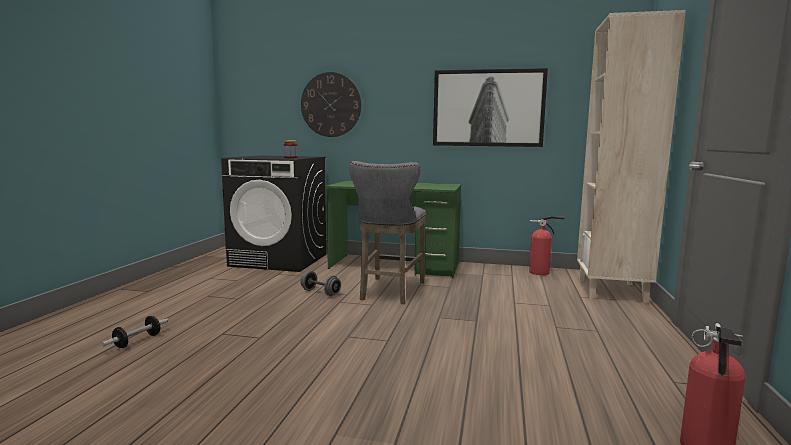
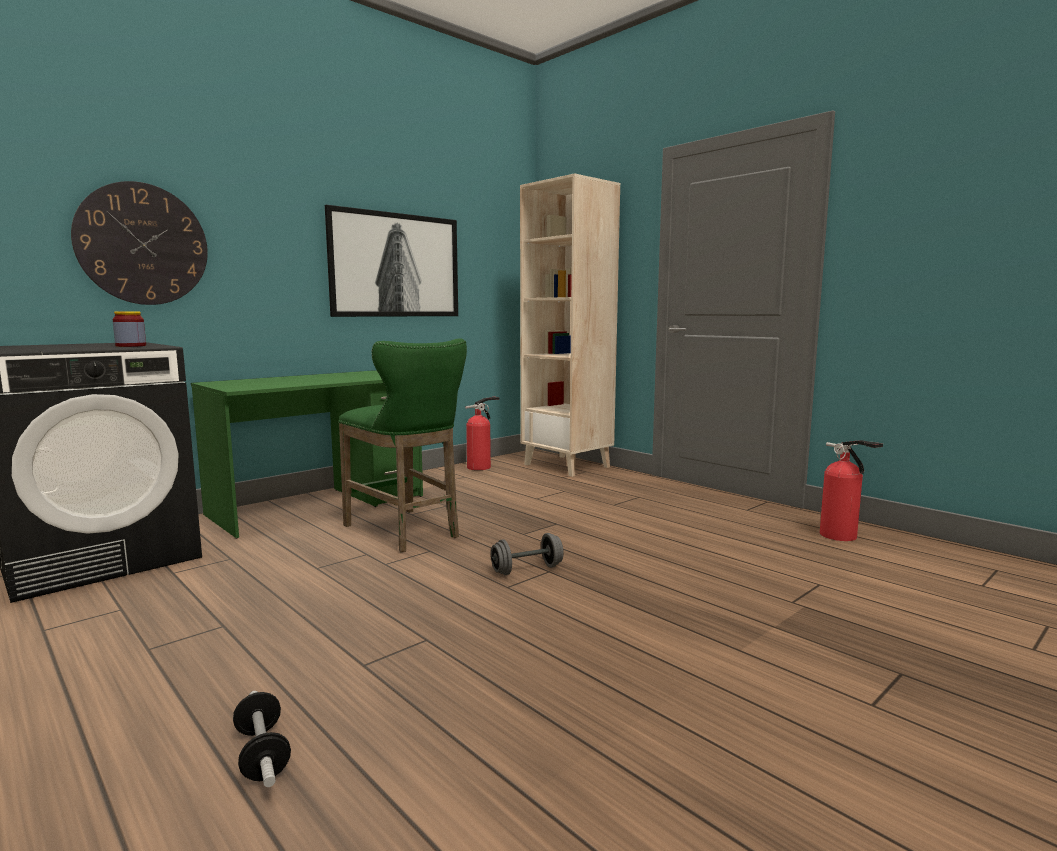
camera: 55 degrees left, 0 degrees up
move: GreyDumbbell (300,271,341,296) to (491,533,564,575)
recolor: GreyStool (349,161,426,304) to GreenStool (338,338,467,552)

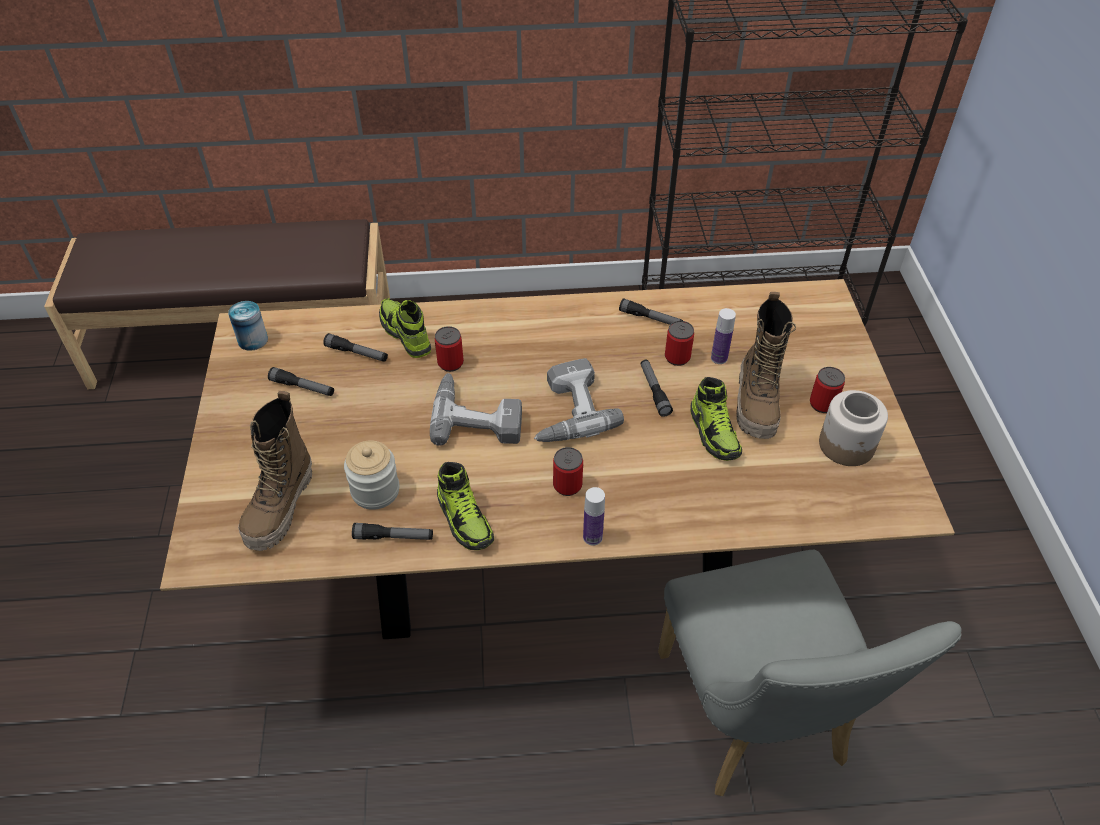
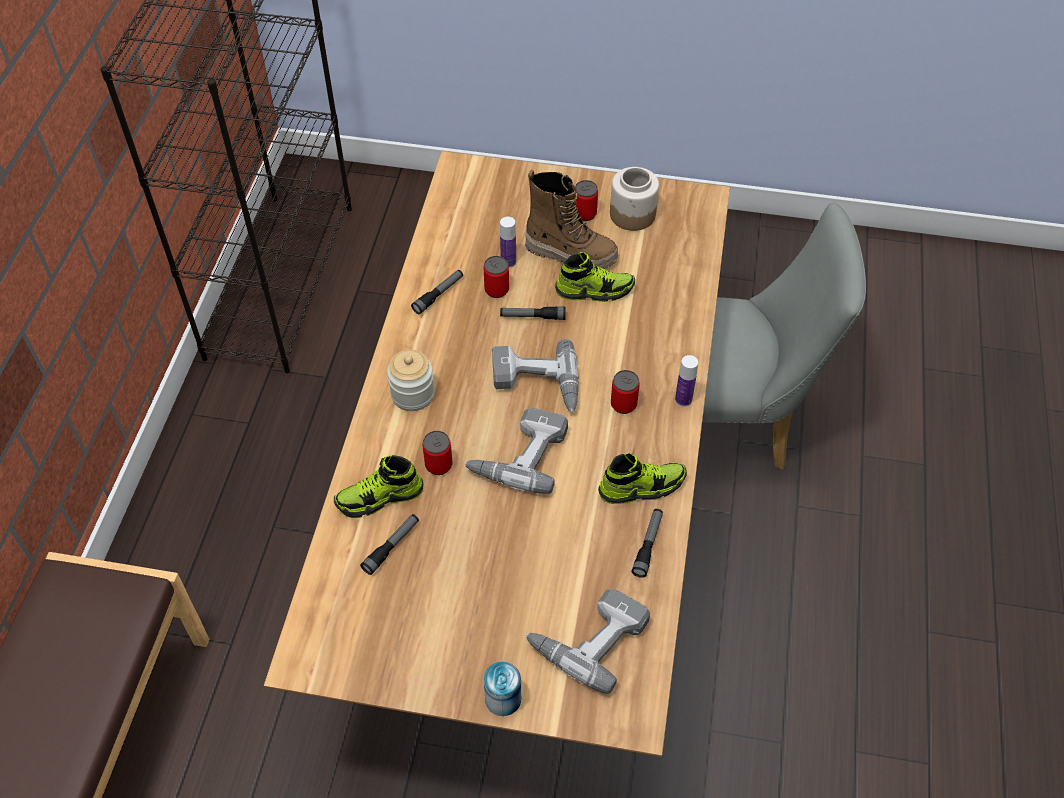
camera: 75 degrees left, 5 degrees up
delete: Flashlight (268,367,334,396)
move: Can (228,301,268,351) to (484,661,521,716); Jar (344,440,400,510) to (387,350,435,411)
replace: Boot (238,391,312,551) to PowerDrill (526,589,650,694)

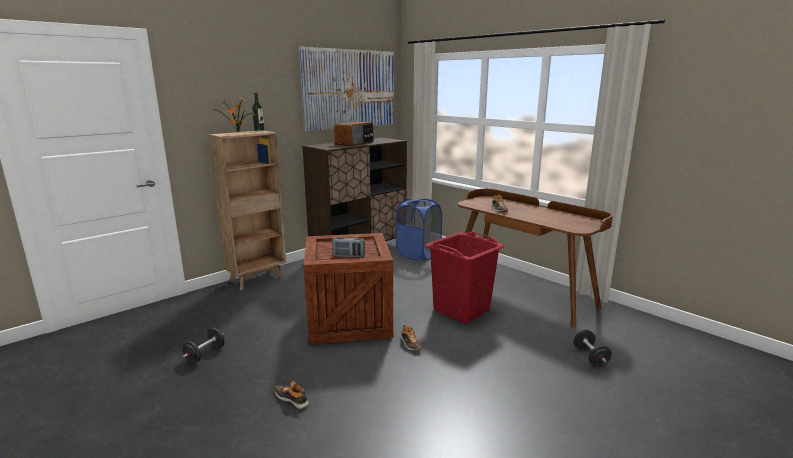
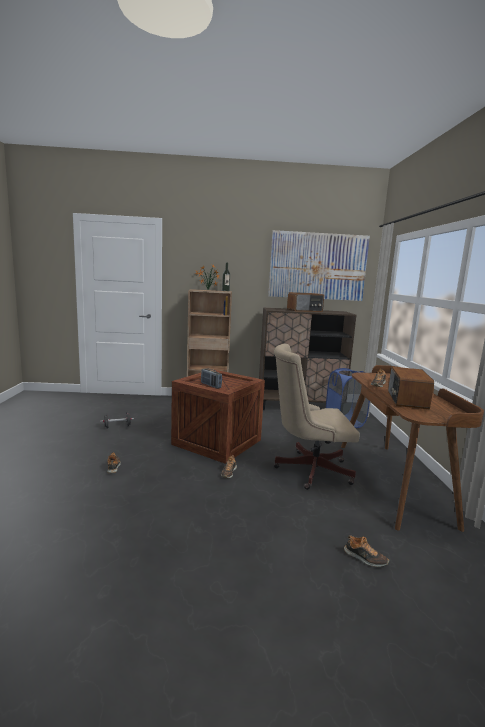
camera: 40 degrees right, 5 degrees down
insert: Radio (388,367,434,409)
replace: RedLaundryBasket (426,232,504,323) to BeigeOfficeChair (274,344,359,490); BlackDumbbell (574,330,612,367) to Shoe (344,535,389,567)

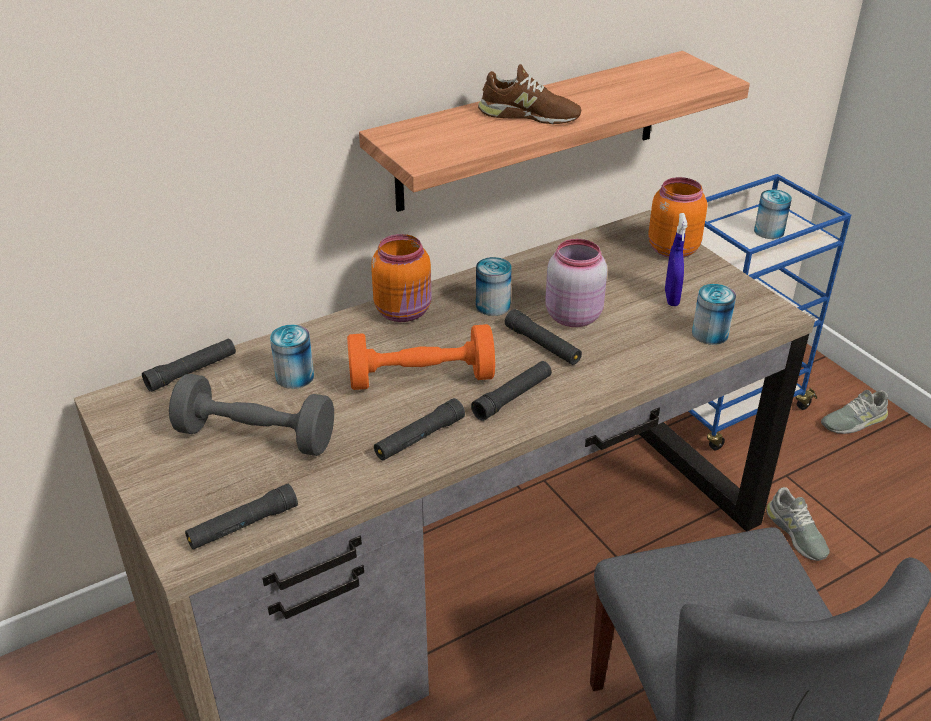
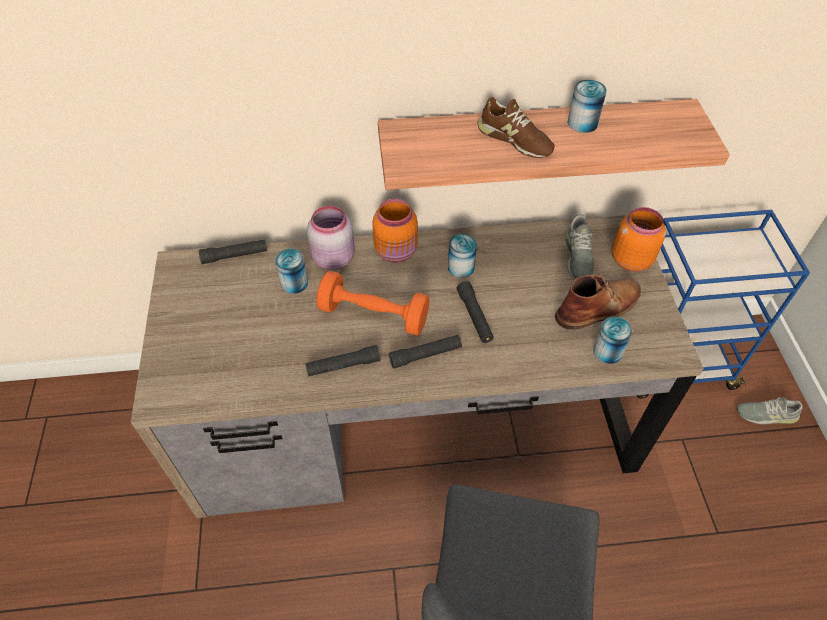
camera: 25 degrees right, 15 degrees up
delete: GreyDumbbell (169,374,334,456); BlackFlashlight (185,483,298,550)
move: PinkJar (545,239,607,327) to (307,206,355,270); Can (754,189,792,239) to (567,80,607,133); GreyShoe (766,487,830,561) to (565,214,594,279)
replace: BlueSprayBottle (665,213,687,306) to BrownBoot (555,273,641,330)

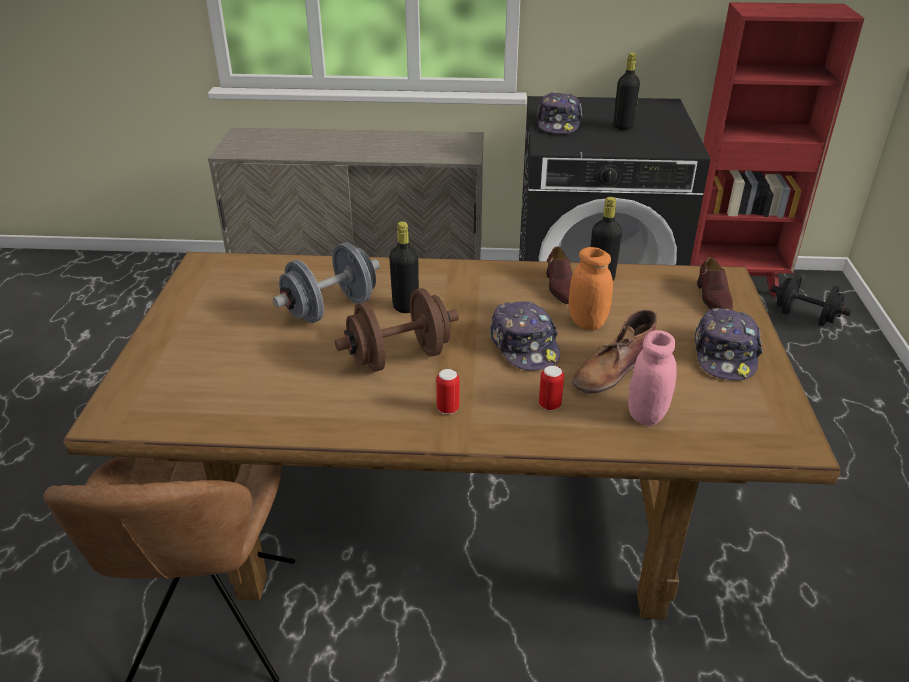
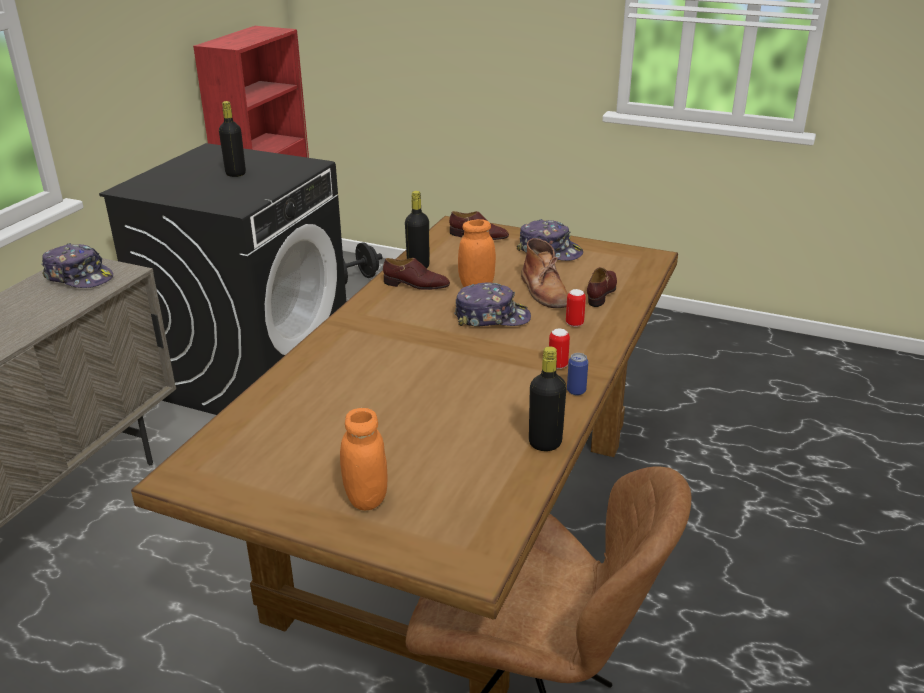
camera: 70 degrees left, 5 degrees down
delete: GreyDumbbell (273,243,380,323); BrownDumbbell (335,288,459,372)
insert: OrangeJar (340,408,388,511); Can (567,353,588,396)
move: BlackBottle (389,221,419,313) to (529,346,567,451); Cap (537,92,583,134) to (41,243,113,288)
replace: PinkJar (628,330,677,426) to BrownShoe (587,267,617,307)

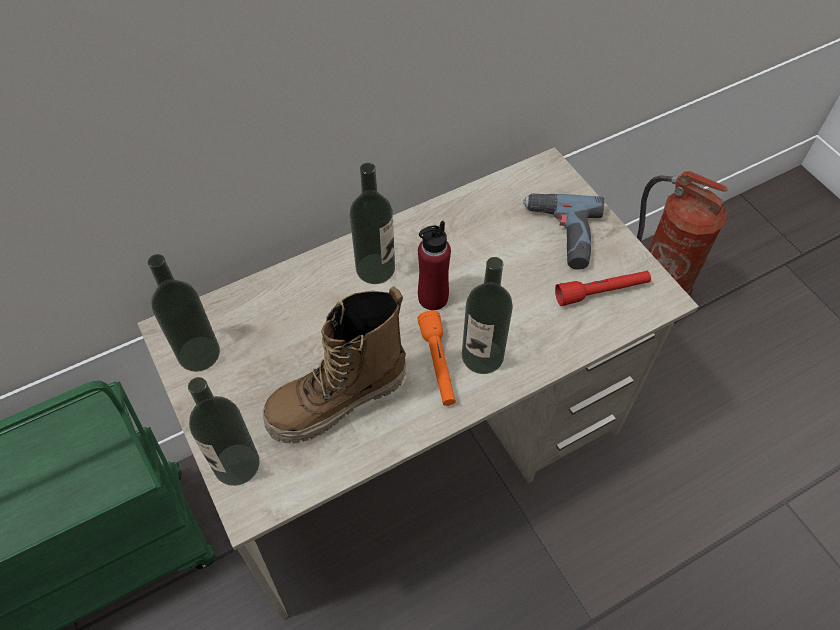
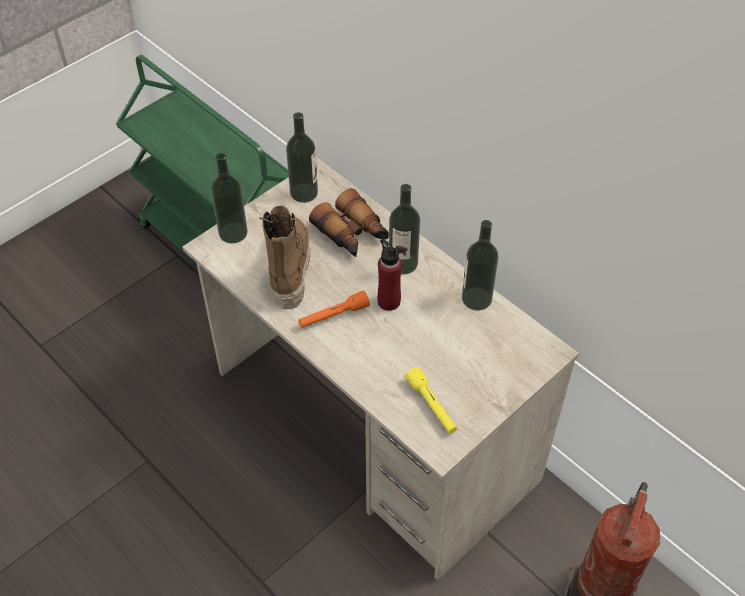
camera: 75 degrees right, 5 degrees down
delete: PowerDrill (523,194,604,270)
insert: Binoculars (309,188,389,257)
move: Bottle (462,257,513,374) to (462,220,498,311)
recolor: RedFlashlight (555,271,651,306) to YellowFlashlight (405,367,457,434)
rotate: Boot (263,286,406,444) = (259,206,310,309) 45 degrees clockwise

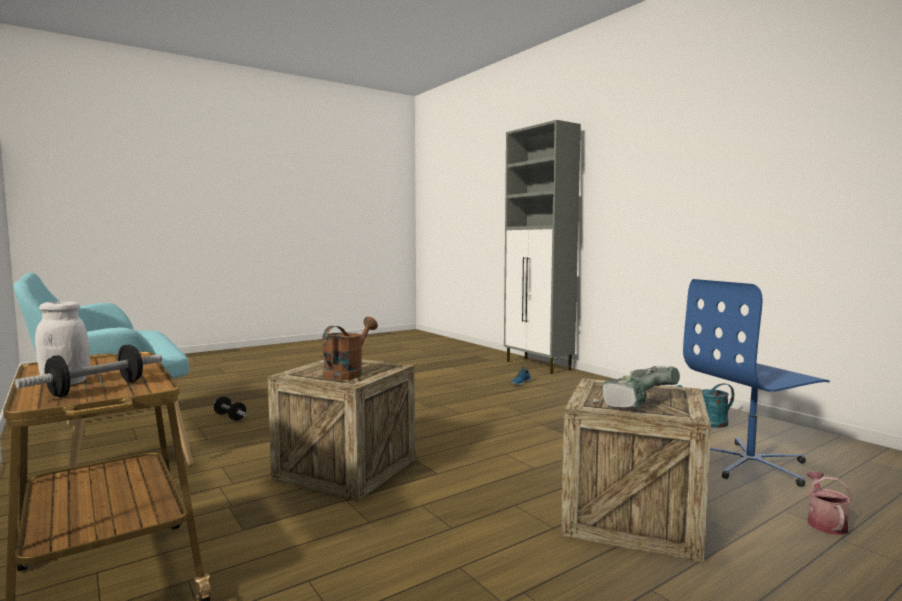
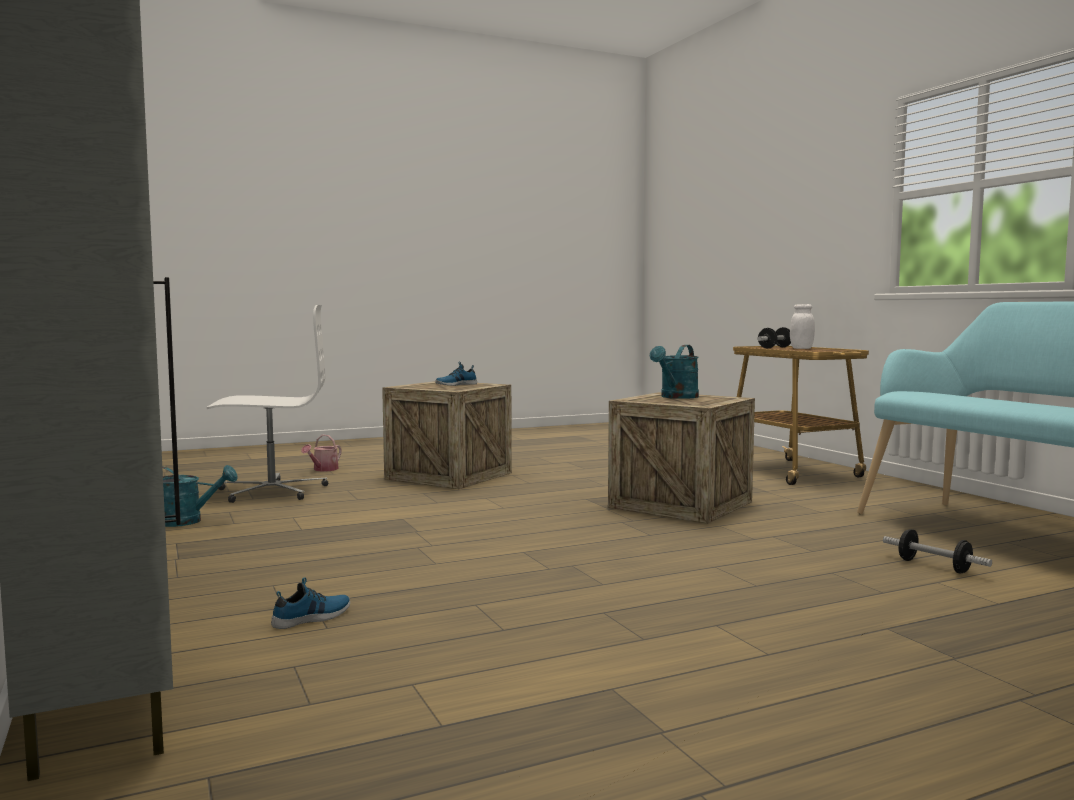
camera: 170 degrees left, 0 degrees up
replace: PowerDrill (593,366,680,407) to Shoe (435,362,477,386)
recolor: BrownWateringCan (322,317,378,380) to TurquoiseWateringCan (650,345,699,399); BlueOfficeChair (683,279,830,487) to WhiteOfficeChair (207,305,328,503)

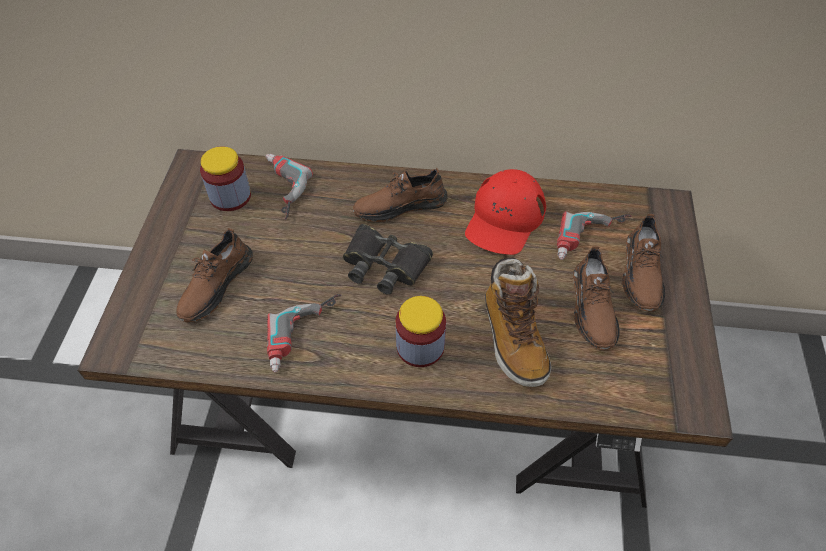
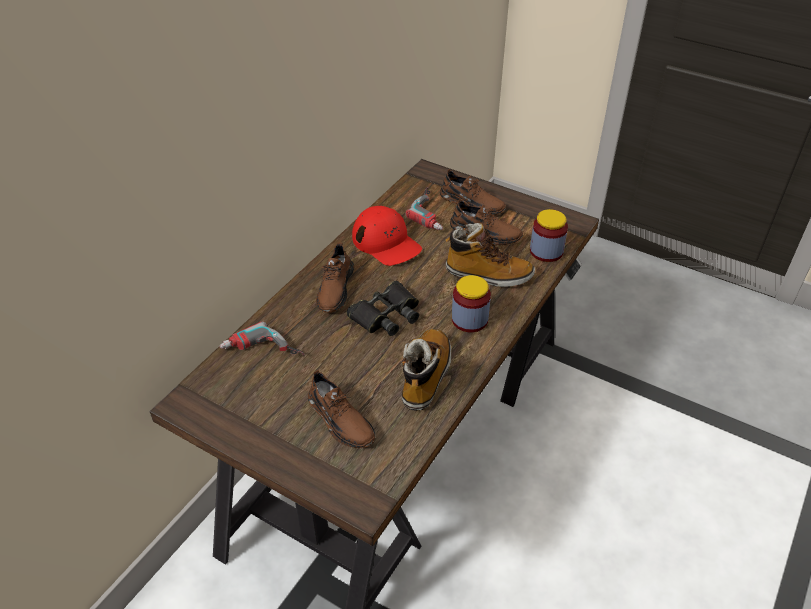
camera: 65 degrees left, 10 degrees down
move: Jar (200,146,251,211) to (530,209,568,262)
replace: PowerDrill (267,294,342,373) to Boot (402,329,451,411)

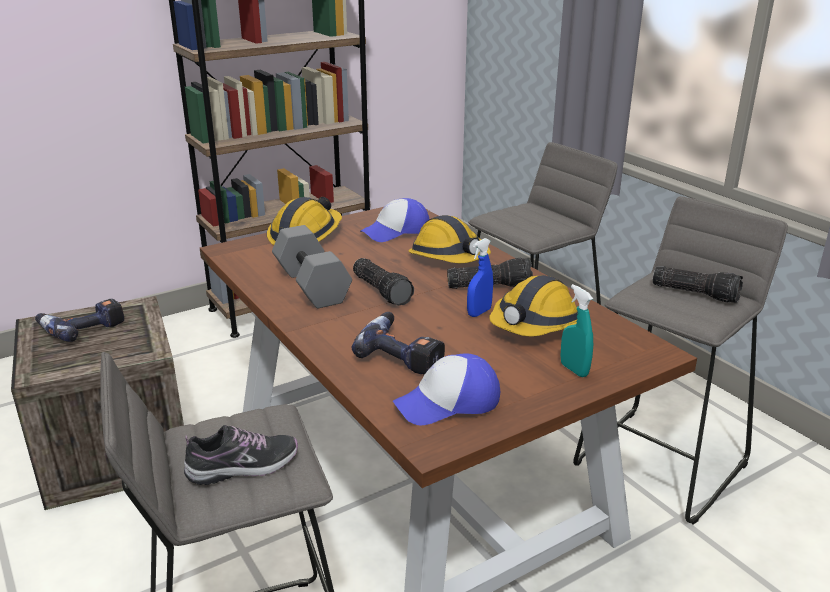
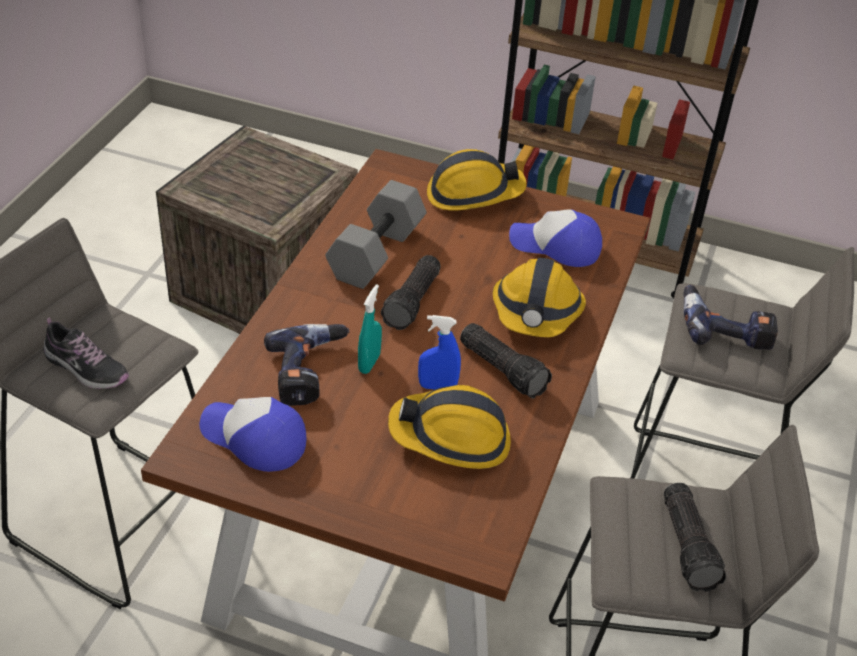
camera: 50 degrees right, 15 degrees up
move: PowerDrill (35,299,124,342) to (684,285,778,350); TurquoiseSprayBottle (561,284,593,377) to (358,284,382,374)

